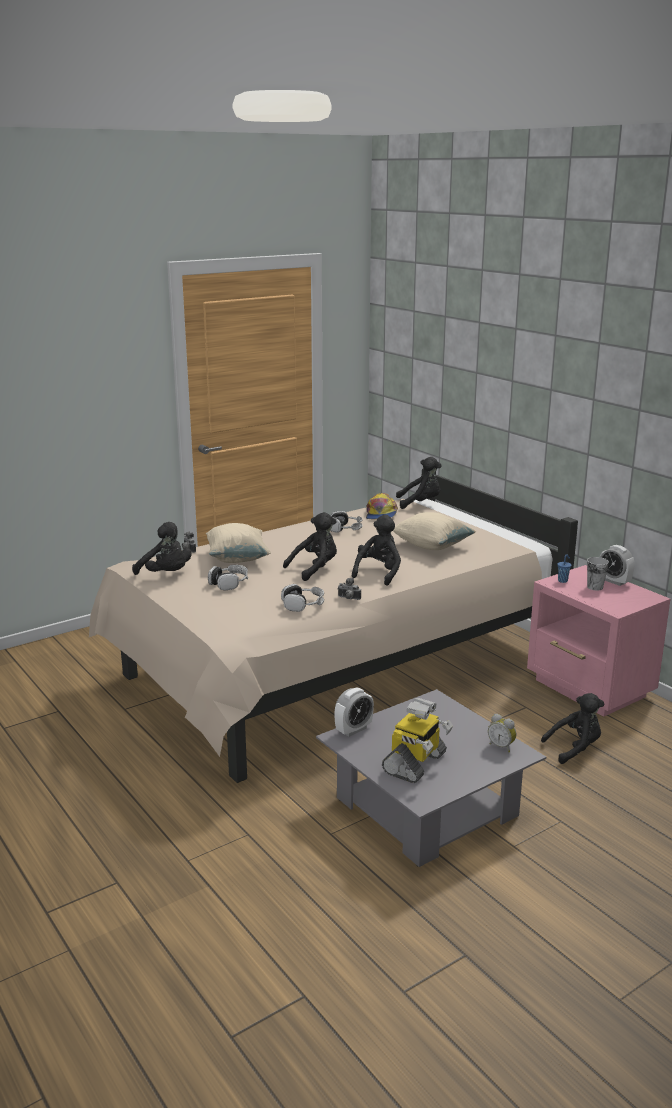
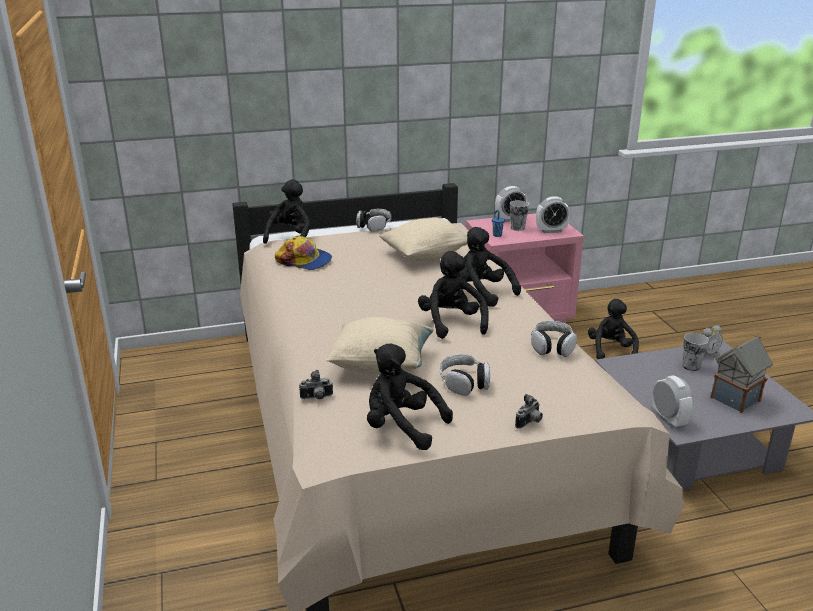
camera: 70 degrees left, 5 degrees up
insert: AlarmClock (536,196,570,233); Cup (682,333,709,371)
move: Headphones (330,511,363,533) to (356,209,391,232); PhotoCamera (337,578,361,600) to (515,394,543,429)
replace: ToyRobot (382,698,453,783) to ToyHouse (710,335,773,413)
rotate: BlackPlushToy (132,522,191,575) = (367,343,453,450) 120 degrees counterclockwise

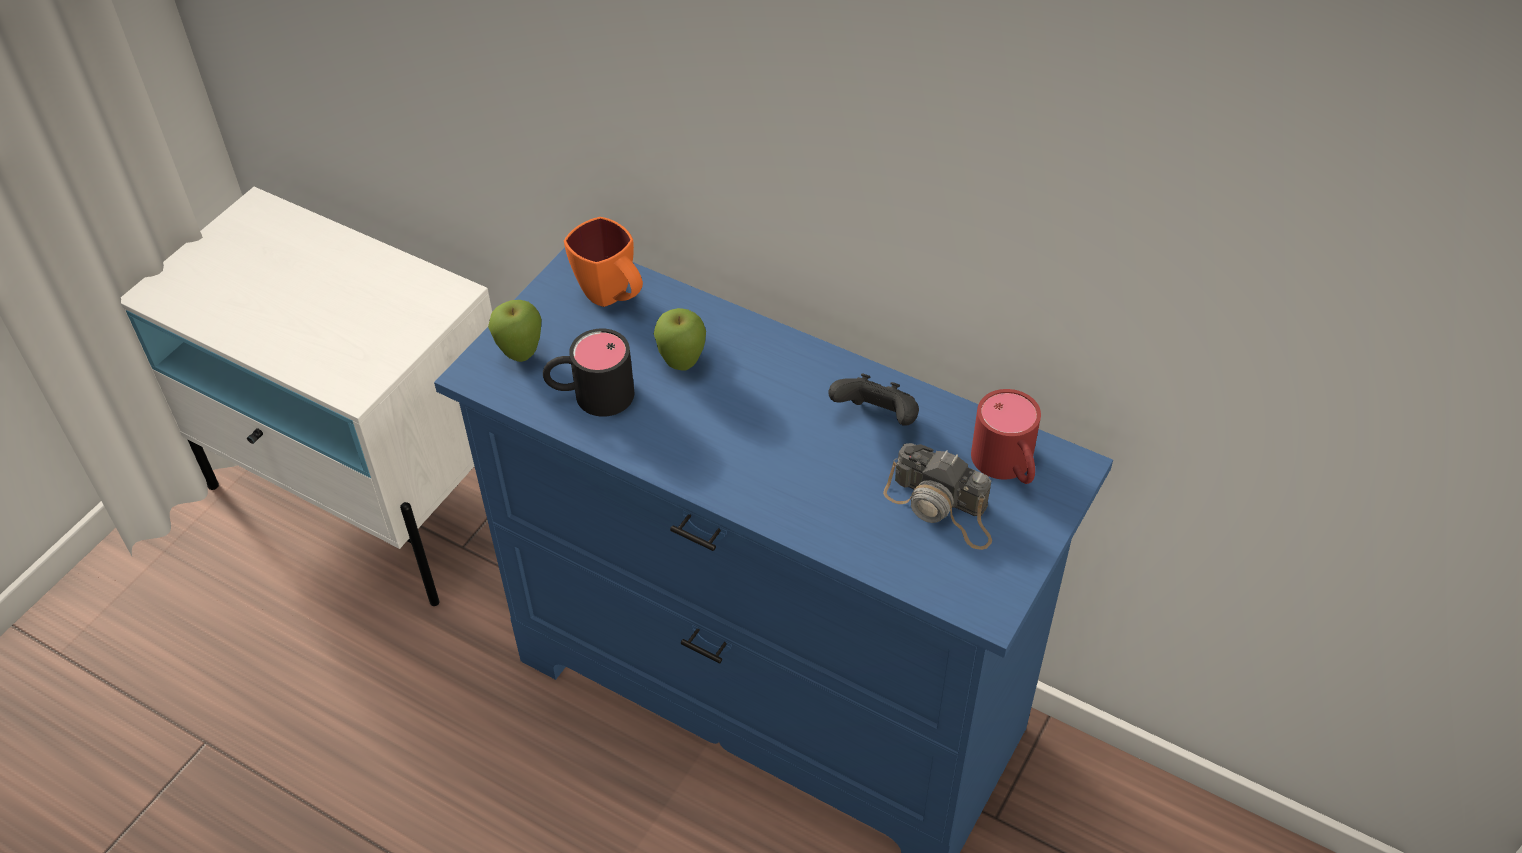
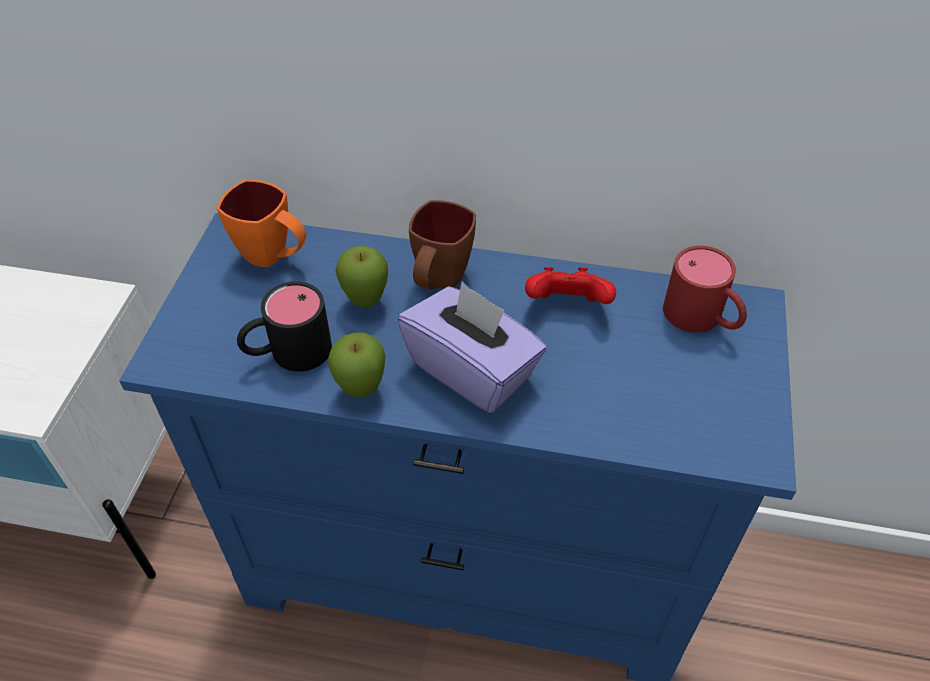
camera: 20 degrees left, 0 degrees up
delete: PhotoCamera (883,443,992,550)
insert: PurpleTissueBox (397,281,547,413); BrownMug (409,200,476,289)
move: Apple (488,300,542,362) to (328,332,386,398)
recolor: BlackGameController (828,373,919,426) to RedGameController (525,267,616,304)

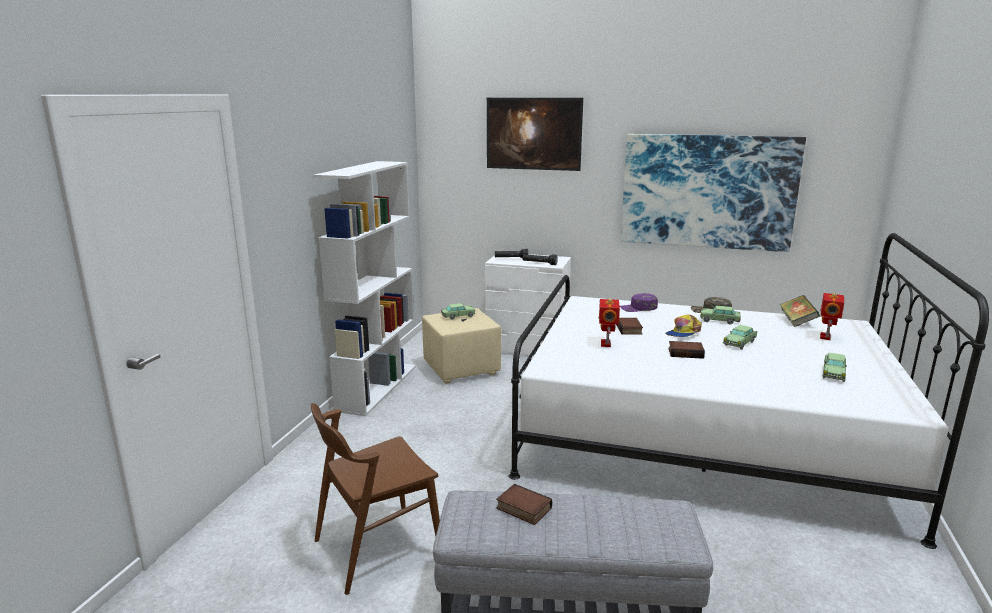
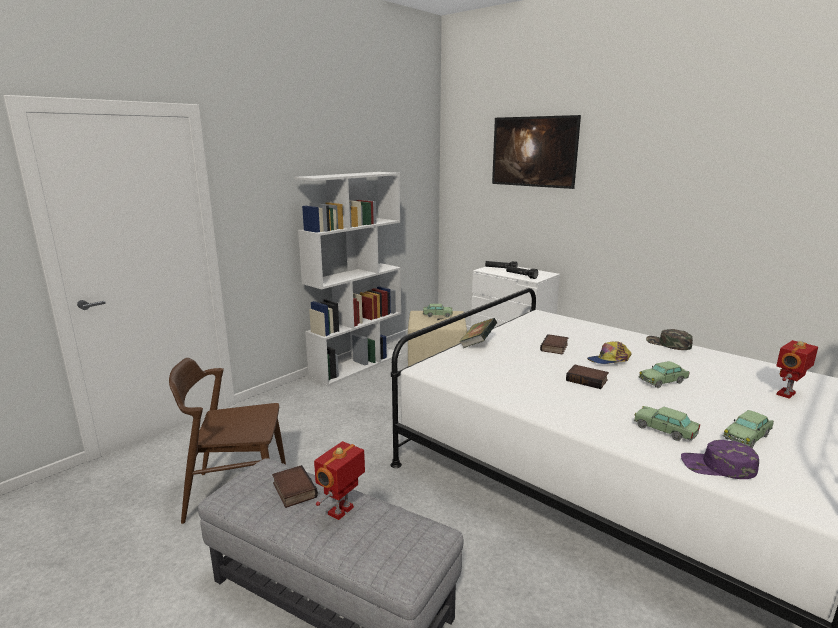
camera: 25 degrees right, 0 degrees up
delete: Picture (621,134,806,252)
move: ToyRobot (599,298,620,347) to (314,441,365,520); PurpleCap (620,293,658,312) to (681,440,759,479); ToyCar (700,306,741,325) to (634,406,700,441); Book (780,295,820,327) to (459,318,497,348)

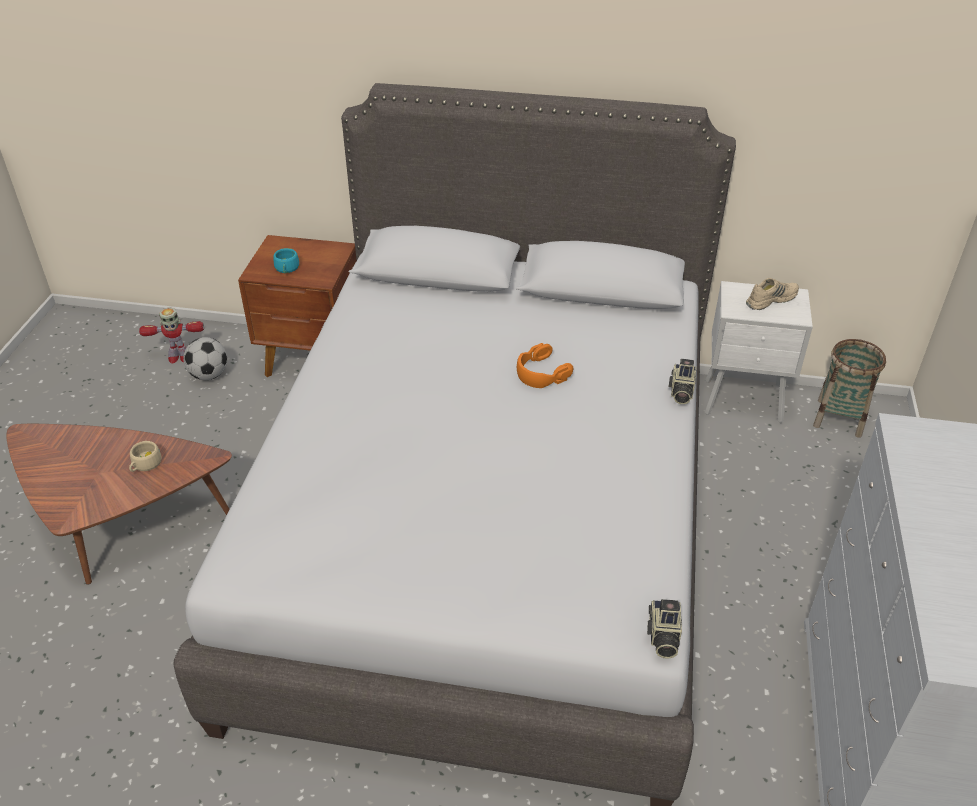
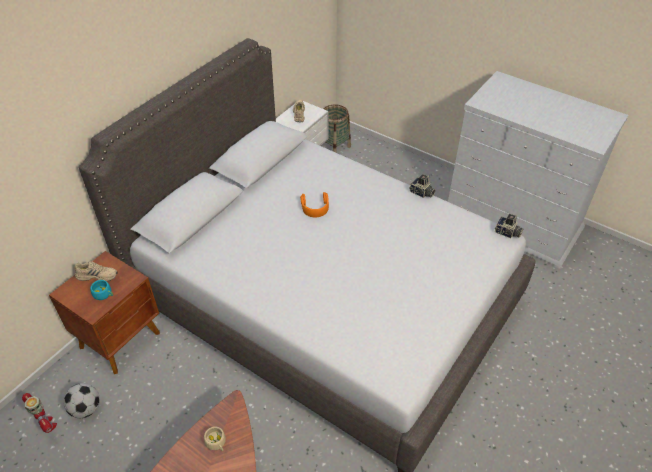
camera: 65 degrees left, 5 degrees up
insert: BeigeShoe (75,261,117,281)
move: PhotoCamera (669,359,696,404) to (409,174,435,198)
rotate: ToyRobot (139,307,204,364) = (22,393,57,433) 60 degrees counterclockwise

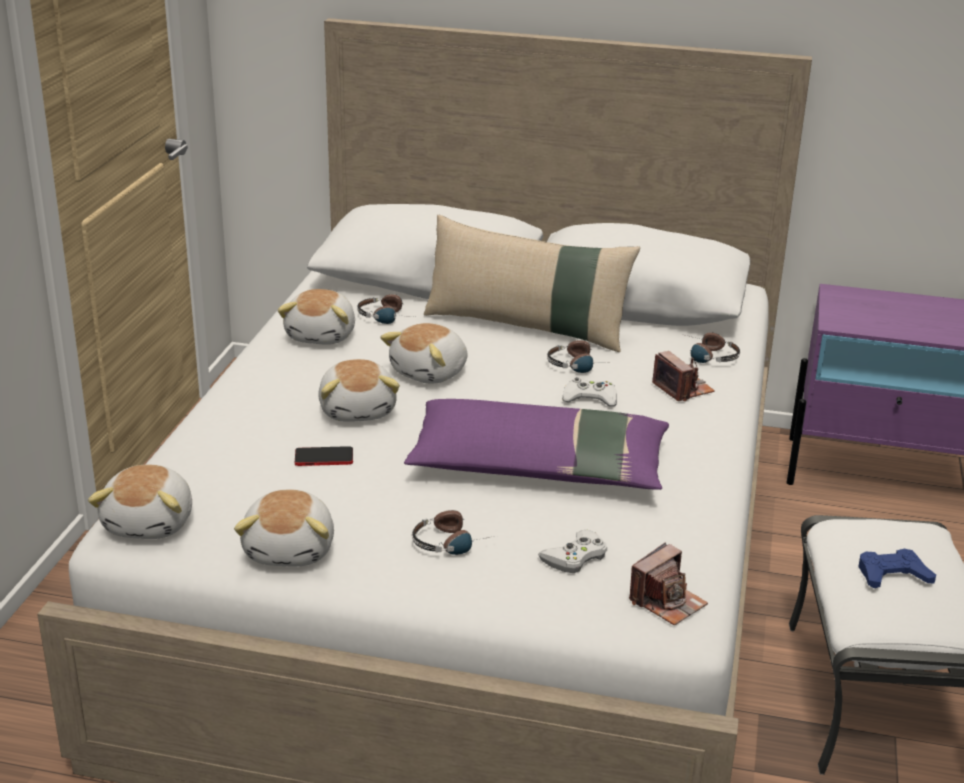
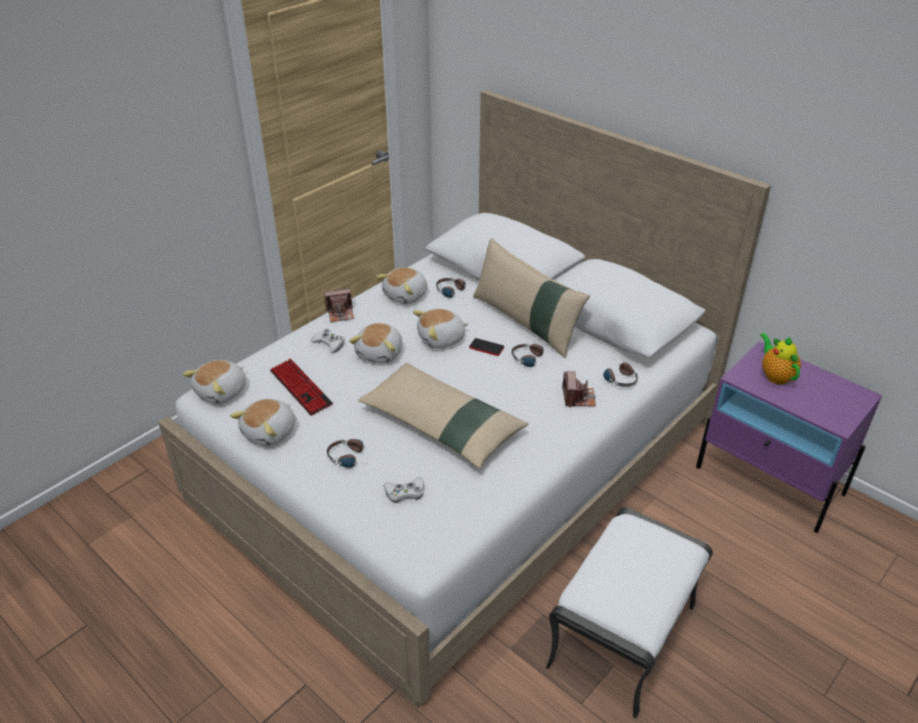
camera: 30 degrees right, 10 degrees up
delete: BlueGameController (859,549,936,588)
insert: Keyboard (270,359,333,416); Teapot (760,333,801,384)
move: Phone (295,446,353,466) to (469,338,504,356); WhiteGameController (562,377,617,406) to (311,329,345,353); PhotoCamera (629,542,708,626) to (324,288,354,322)
recolor: PurplePillow (404,399,669,490) to BeigePillow (358,363,528,469)

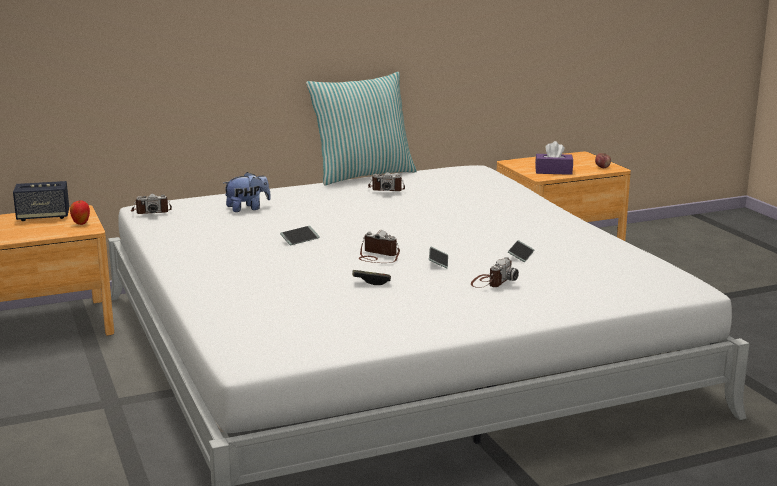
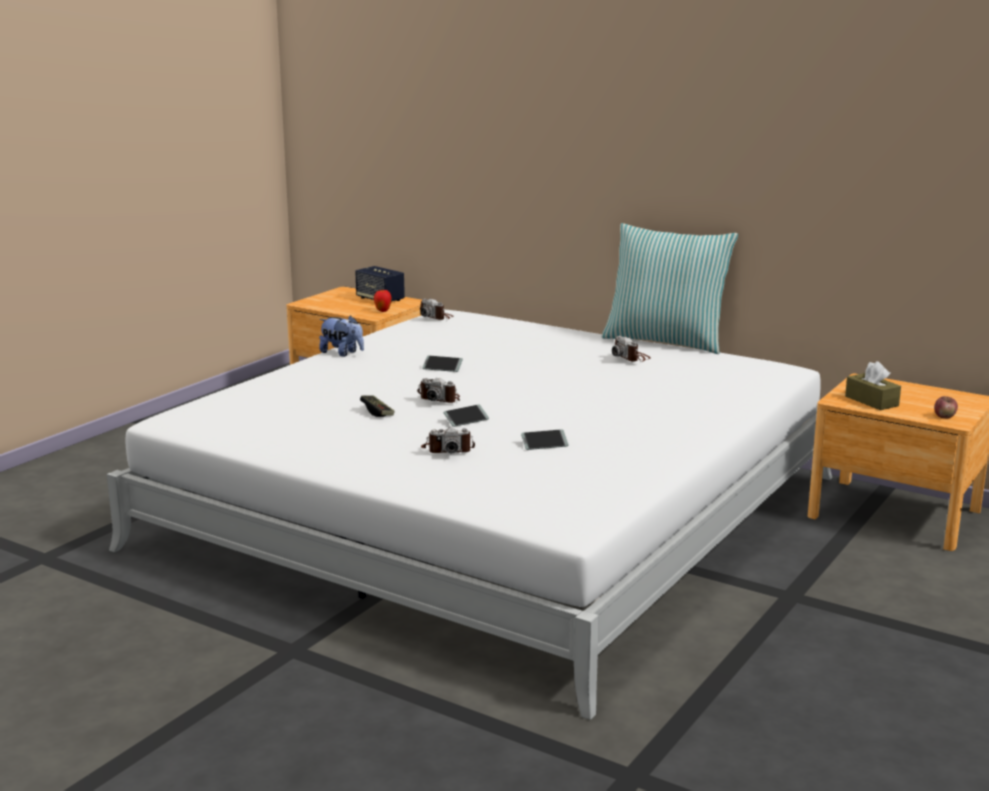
camera: 55 degrees right, 0 degrees up
move: PlushToy (224,172,271,212) to (319,315,364,357)
recolor: PurpleTissueBox (535,141,573,175) to BrownTissueBox (845,361,901,410)
rotate: PhotoCamera (359,229,400,263) = (417,378,460,403) 120 degrees clockwise

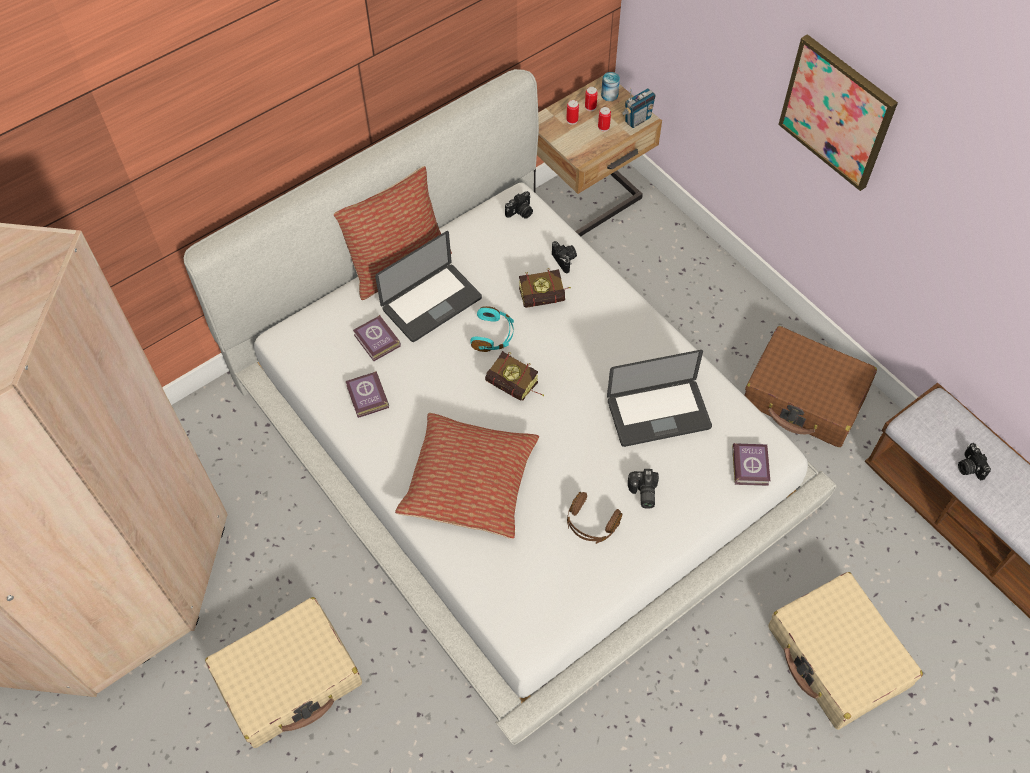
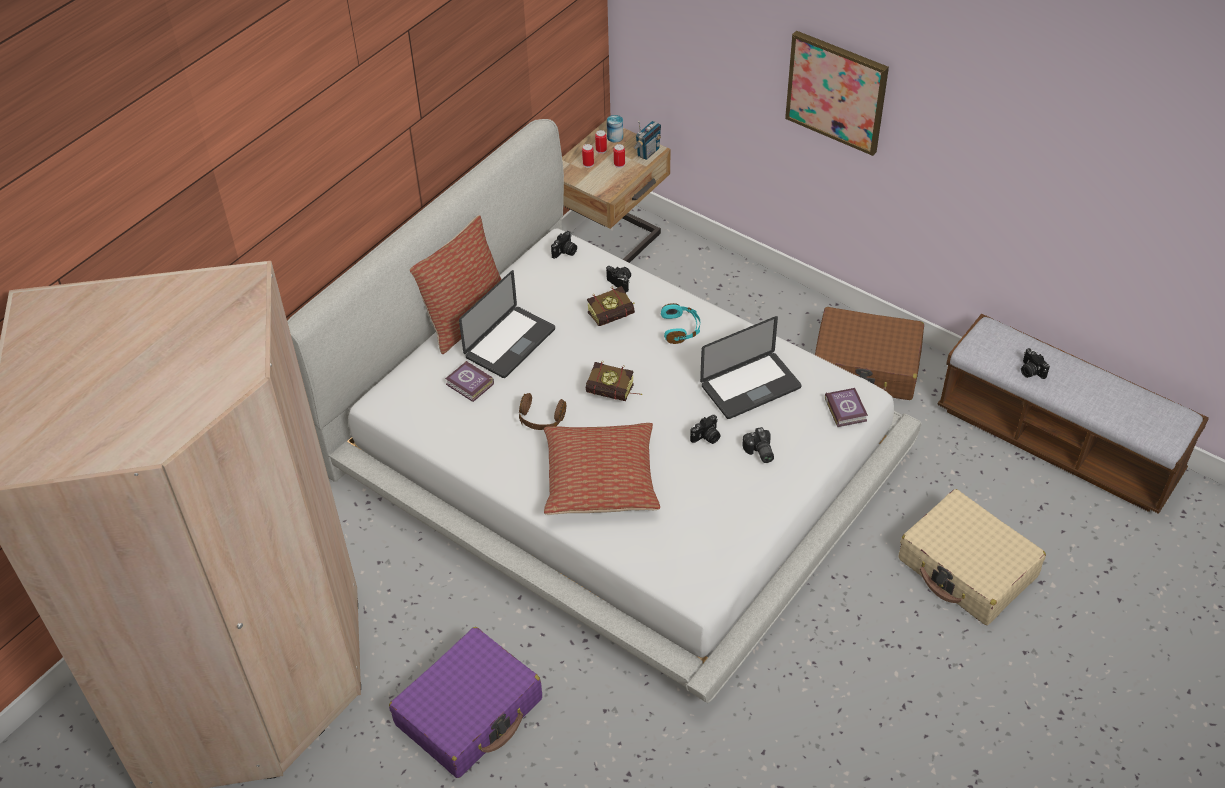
camera: 15 degrees left, 10 degrees down
delete: Book (346,371,389,418)
insert: PhotoCamera (690,415,721,444)
move: TurquoiseHeadphones (470,306,514,352) to (661,303,700,344); BrownHeadphones (567,492,622,544) to (519,393,566,430)
recolor: BeigeSuitcase (205,597,362,748) to PurpleSuitcase (389,627,542,778)

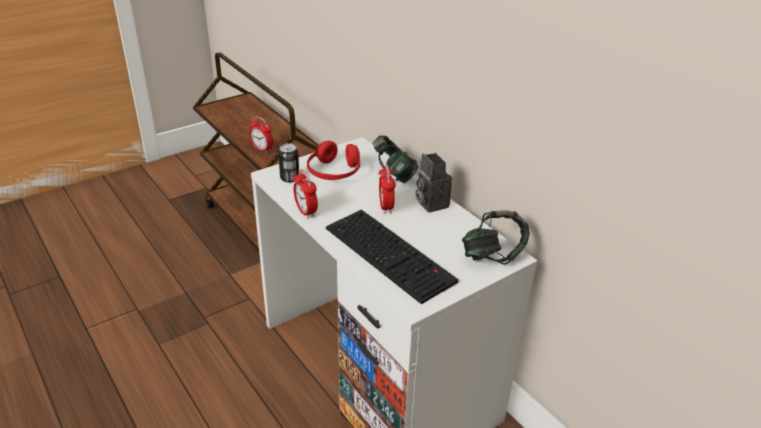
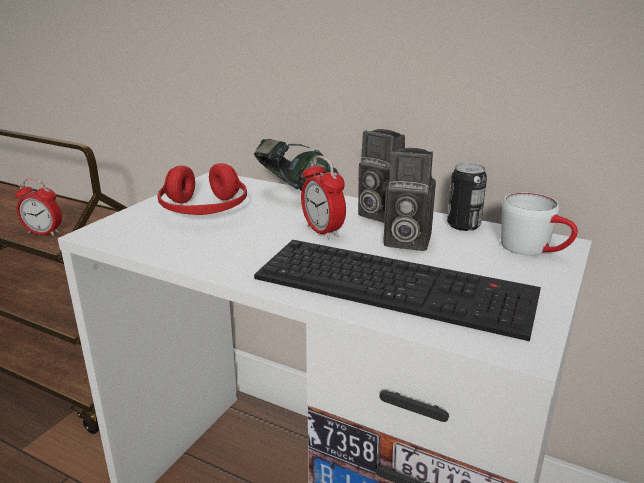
camera: 25 degrees left, 10 degrees down
delete: AlarmClock (293,169,318,219)
insert: PhotoCamera (382,148,436,251)
move: Can (278,143,299,183) to (447,163,487,231)
replace: Headphones (462,210,530,265) to WhiteMug (501,192,578,255)

